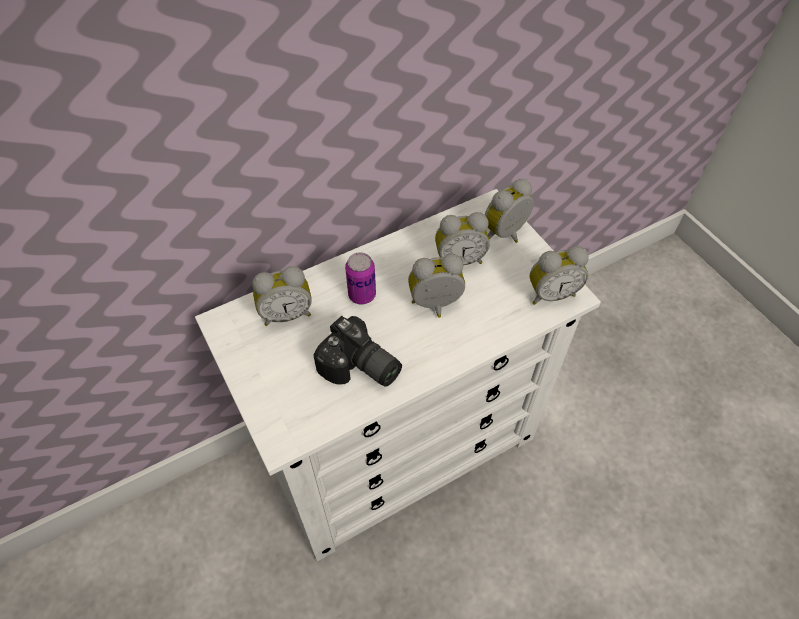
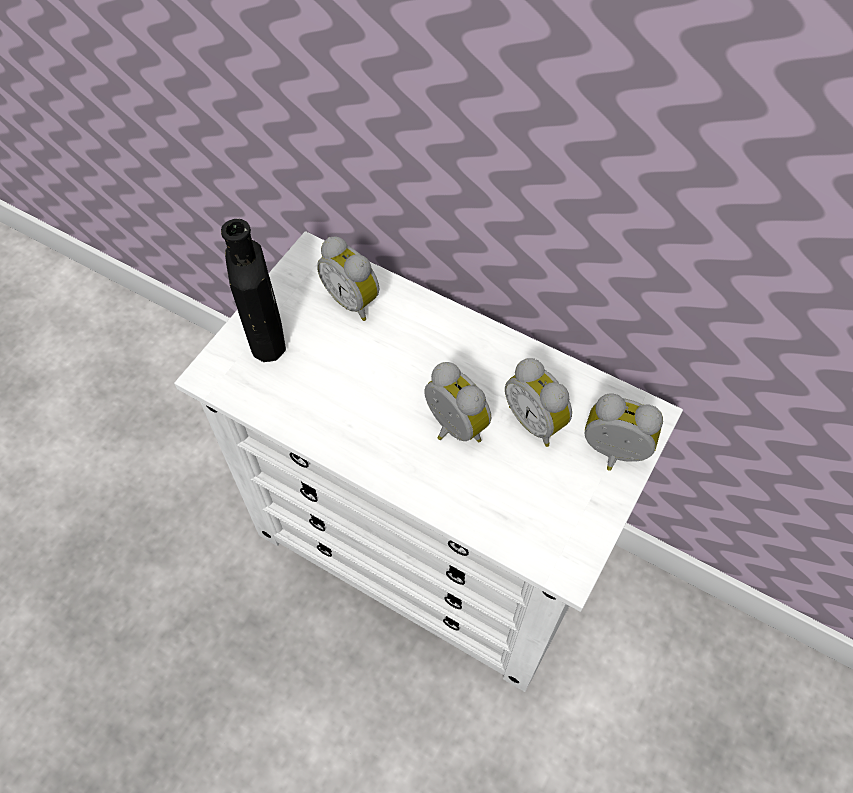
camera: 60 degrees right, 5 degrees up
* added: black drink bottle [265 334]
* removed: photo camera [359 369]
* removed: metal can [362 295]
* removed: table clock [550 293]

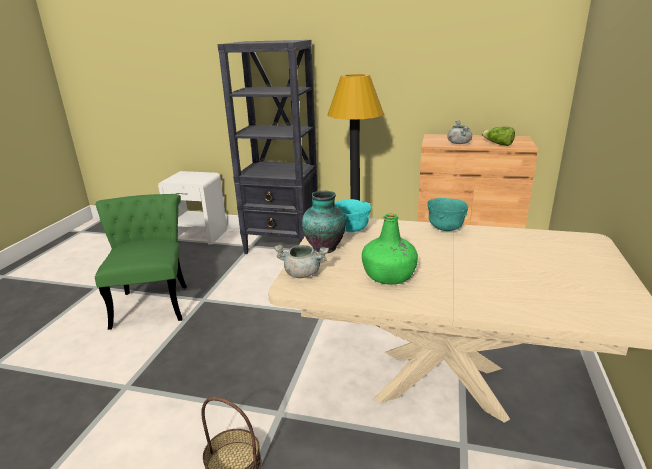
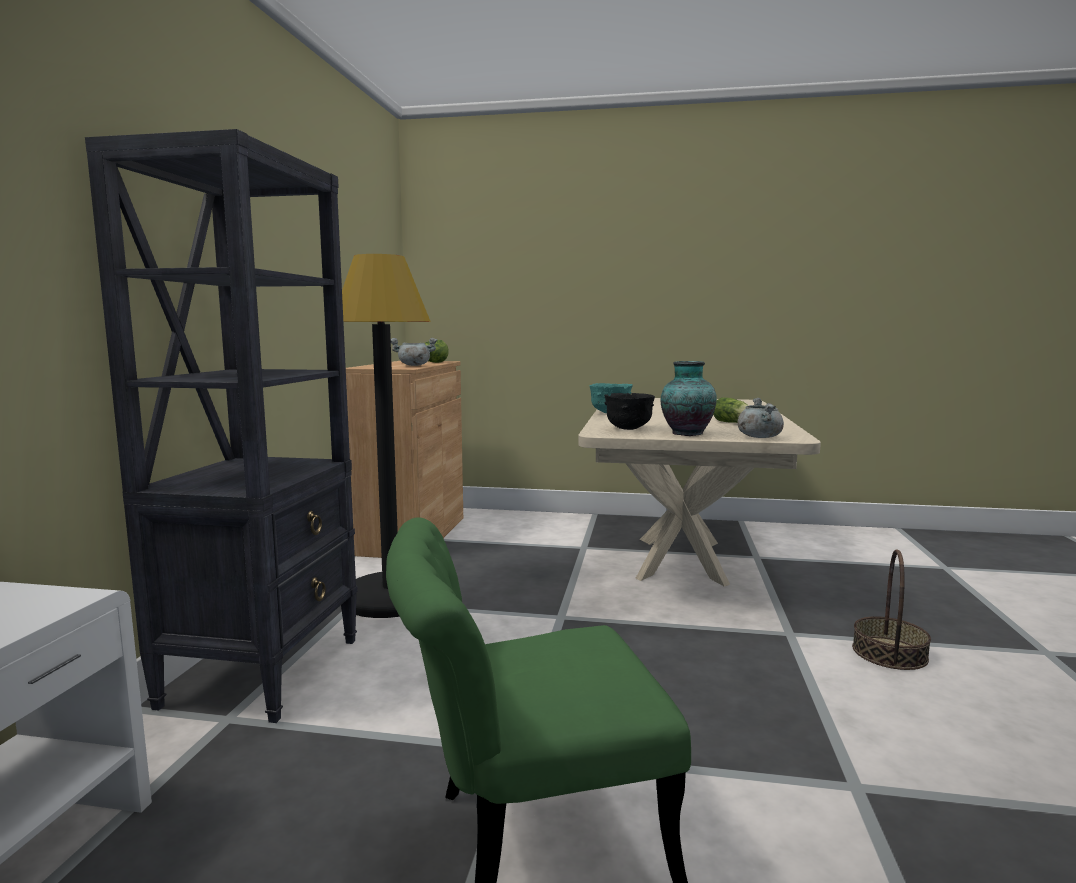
camera: 95 degrees left, 15 degrees down
* recoloured: blue-green bowl [351 230] to black bowl [628 429]
* replaced: green drink bottle [389 275] to lettuce [733 423]

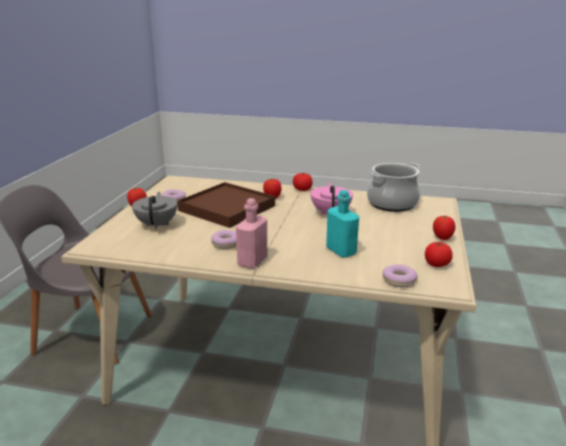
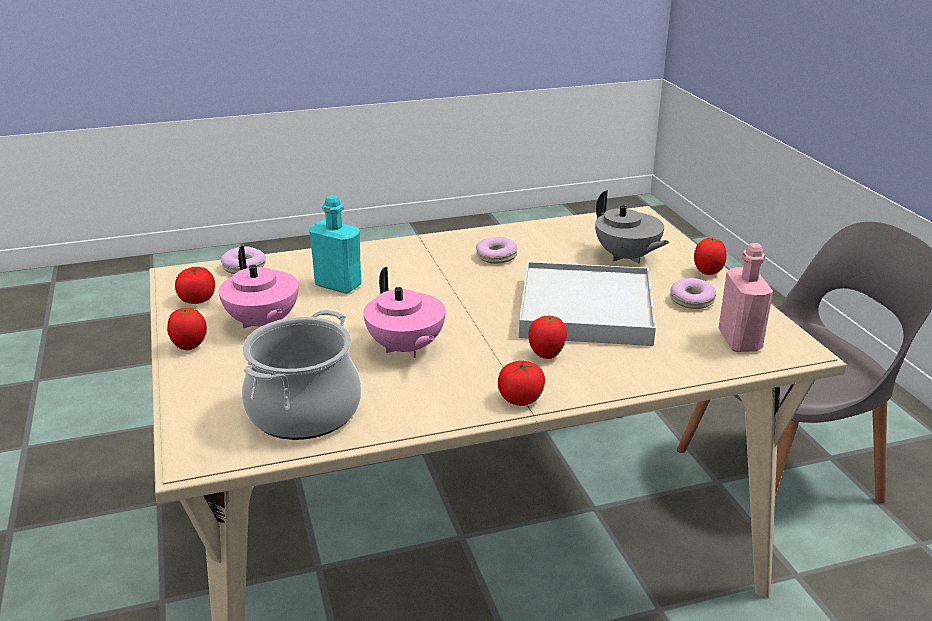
camera: 150 degrees right, 5 degrees up
* added: pinkish tea pot [262 323]
* recoloured: brownish serving tray [226 208] to whitish serving tray [586 310]
* moved: pinkish drink bottle [252 261] to [739 341]

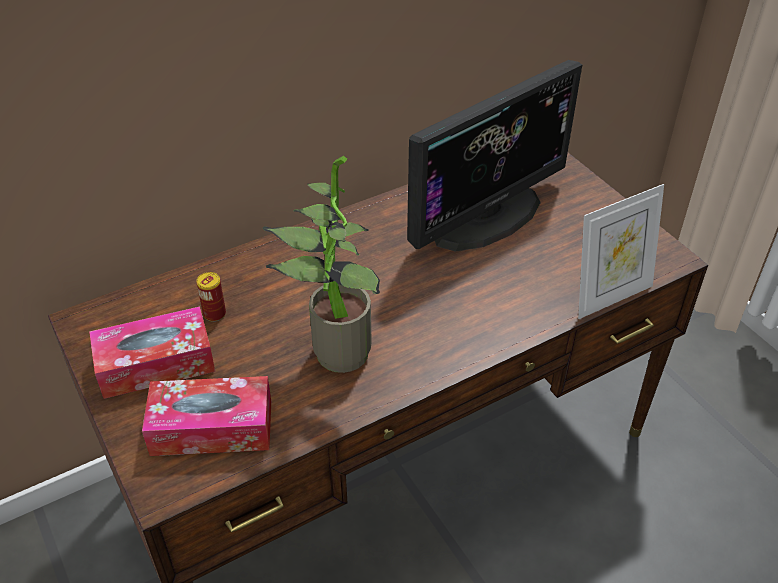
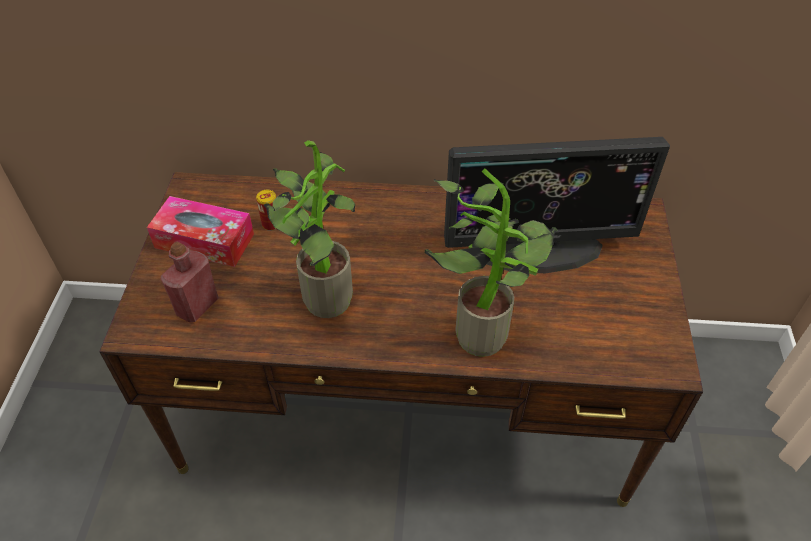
camera: 35 degrees right, 5 degrees up
* replaced: tissue holder [212 427] to red drink bottle [197 306]
* added: potted plant [484 331]
* removed: picture frame [609 296]

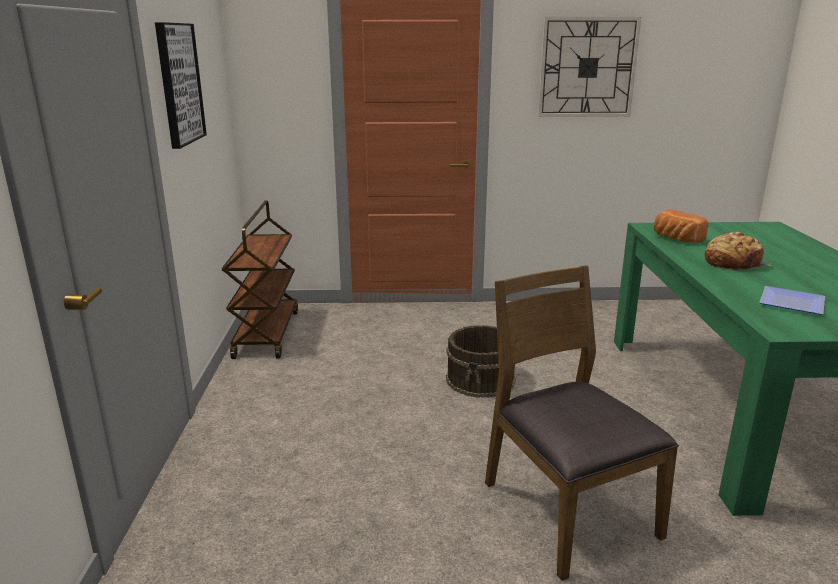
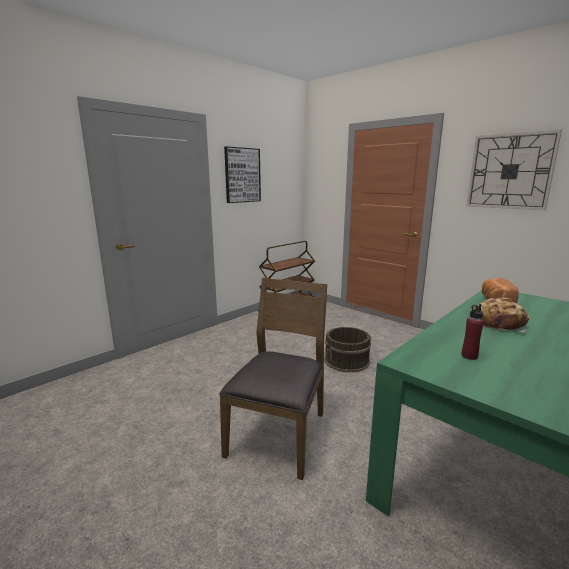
camera: 45 degrees right, 5 degrees down
* replaced: dinner plate [793 304] to red drink bottle [469 356]

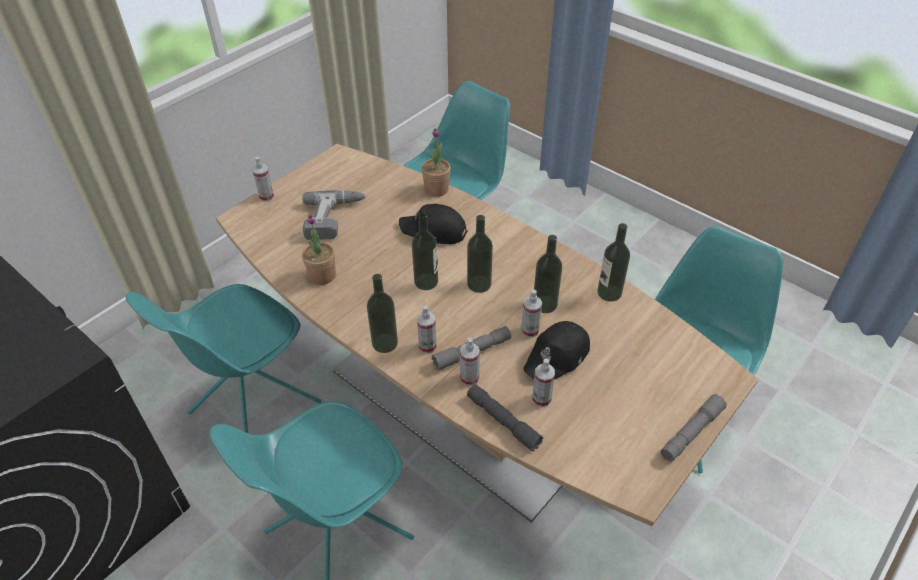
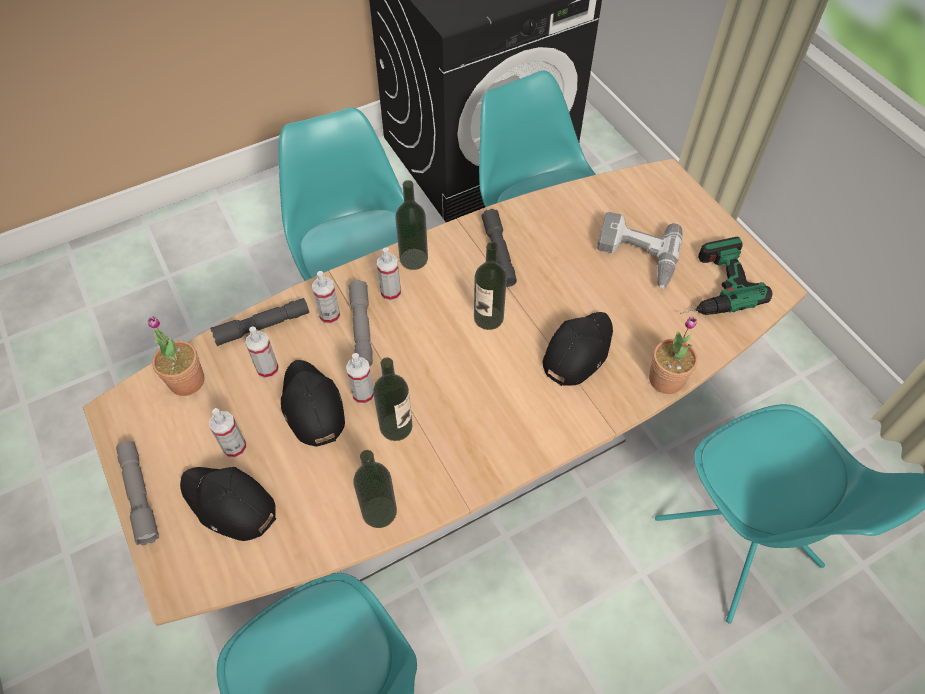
camera: 110 degrees right, 10 degrees up
* moved: potted plant [322 276] to [187 381]
* added: black peaked cap [229 504]
* moved: spray bottle [266 196] to [235 447]
* added: gray hand torch [499 253]
* added: electric drill [709 286]
* removed: drink bottle [479 284]

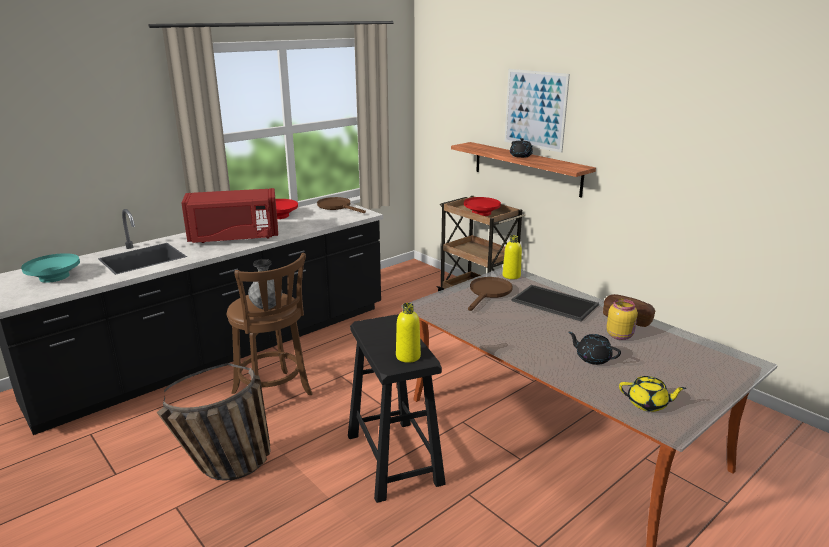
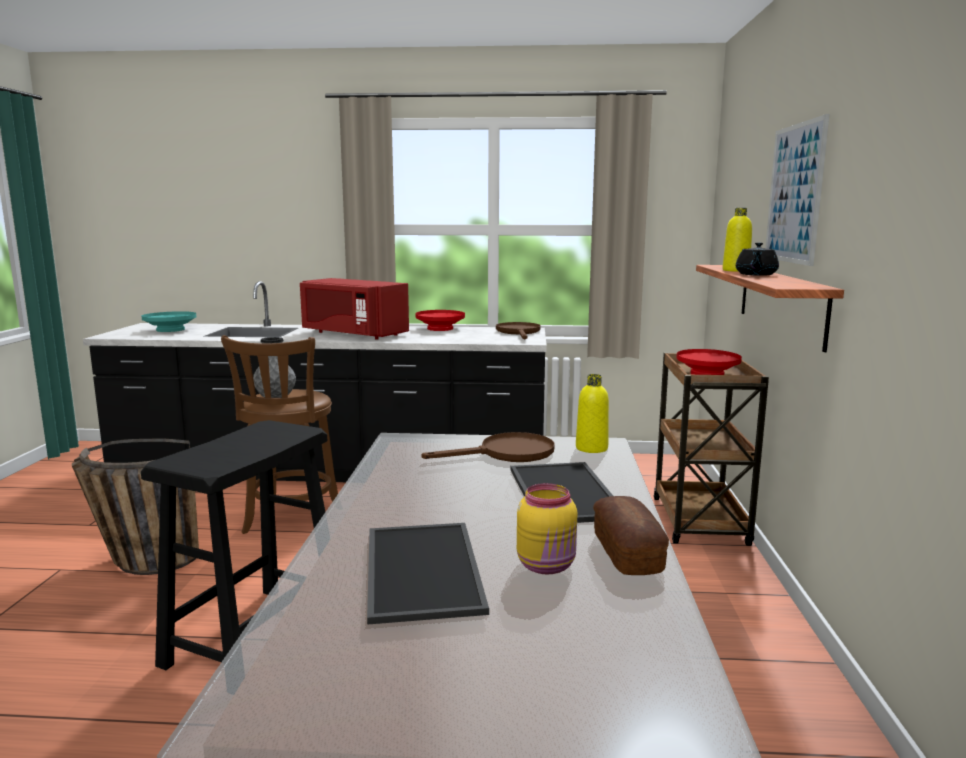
camera: 45 degrees right, 10 degrees down
* replaced: black tea pot [592 358] to serving tray [419 569]
* moved: yellow drink bottle [408 356] to [736 270]
* removed: yellow tea pot [648 404]

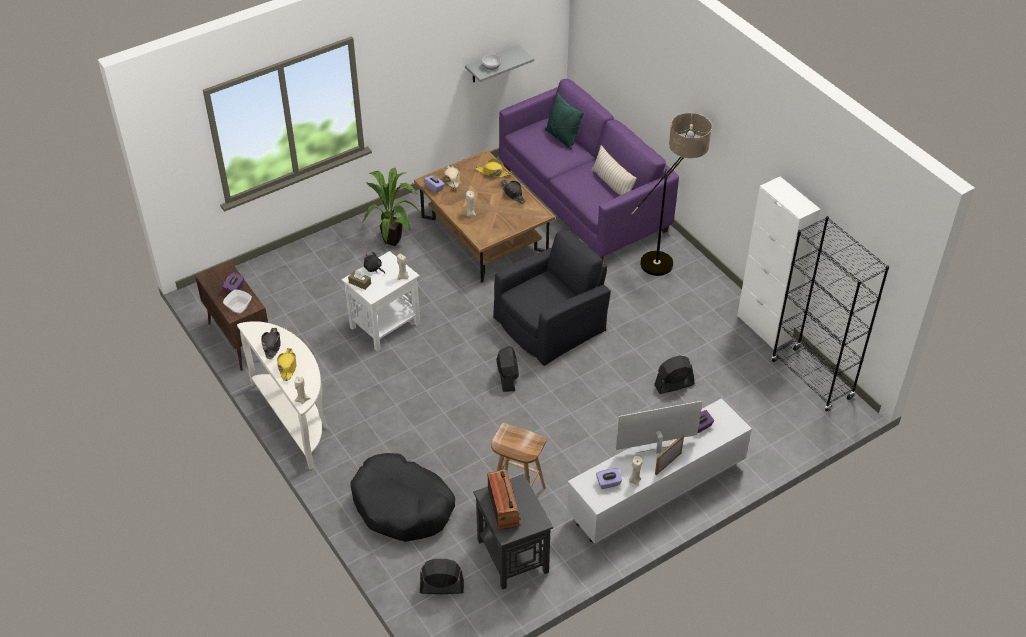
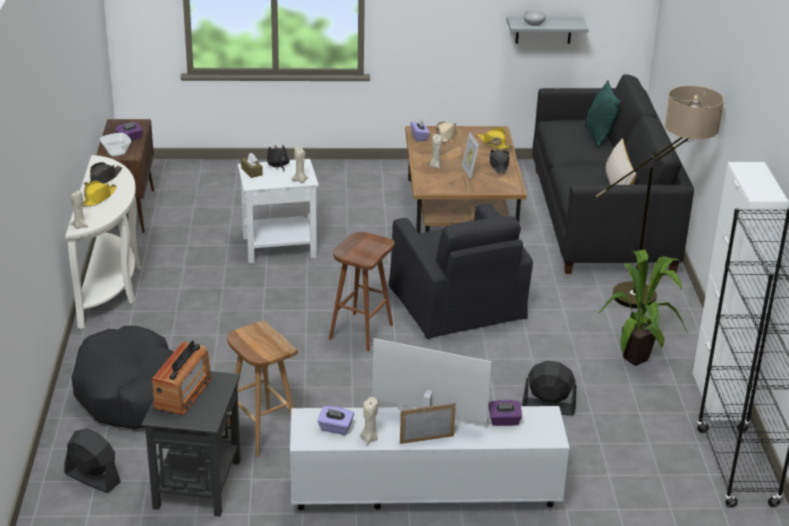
camera: 30 degrees right, 15 degrees down
* replaced: black fan [507 377] to brownish sitting stool [360 331]
* turned: black easy chair [551 323] = [457 304] 75 degrees clockwise
* added: picture frame [469 172]
* recoloured: purple couch [584 200] to black couch [601 219]
* moved: potted plant [394 239] to [639 358]

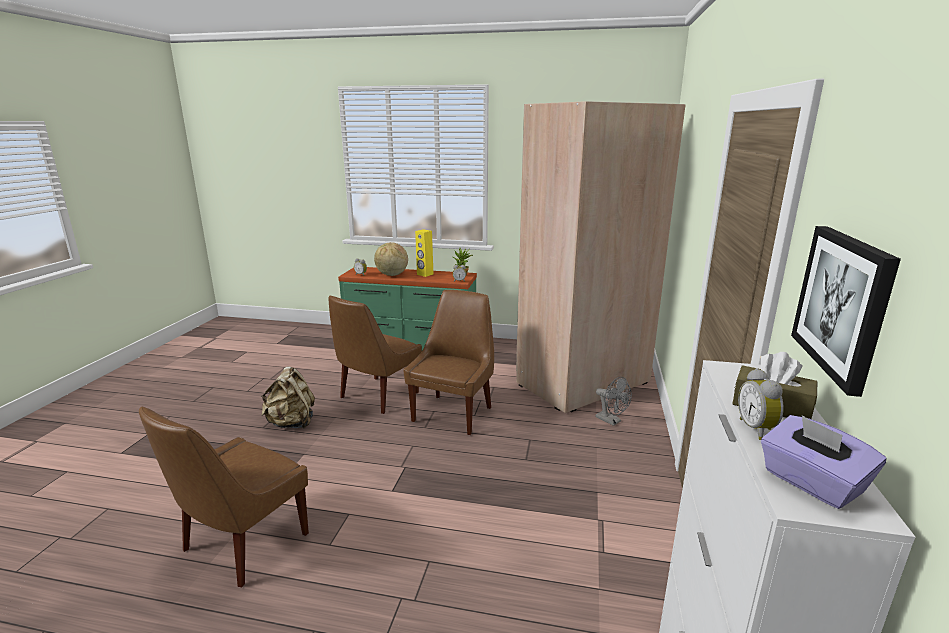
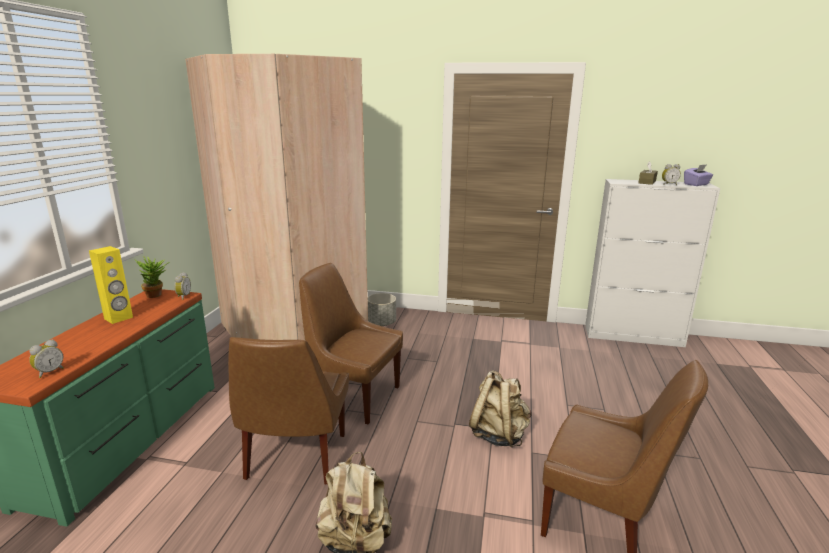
camera: 90 degrees left, 0 degrees up
* turned: brownish plain chair [377 396] = [295 459] 60 degrees clockwise
* replaced: gray fan [611 421] to gray flower pot [381 323]
* added: sand-coloured rucksack [498 434]
* removed: globe [391 275]
* removed: wall picture [843 304]

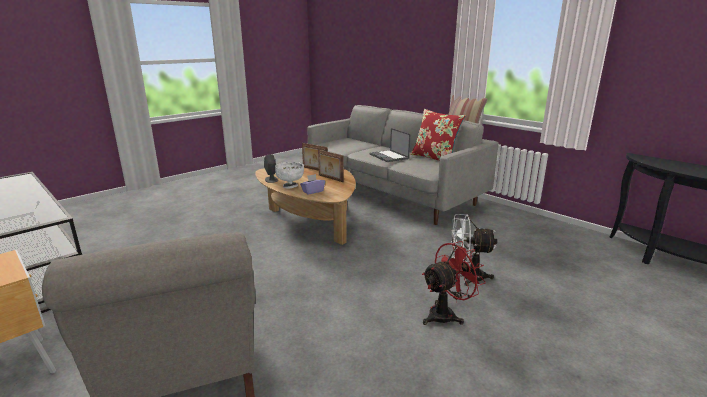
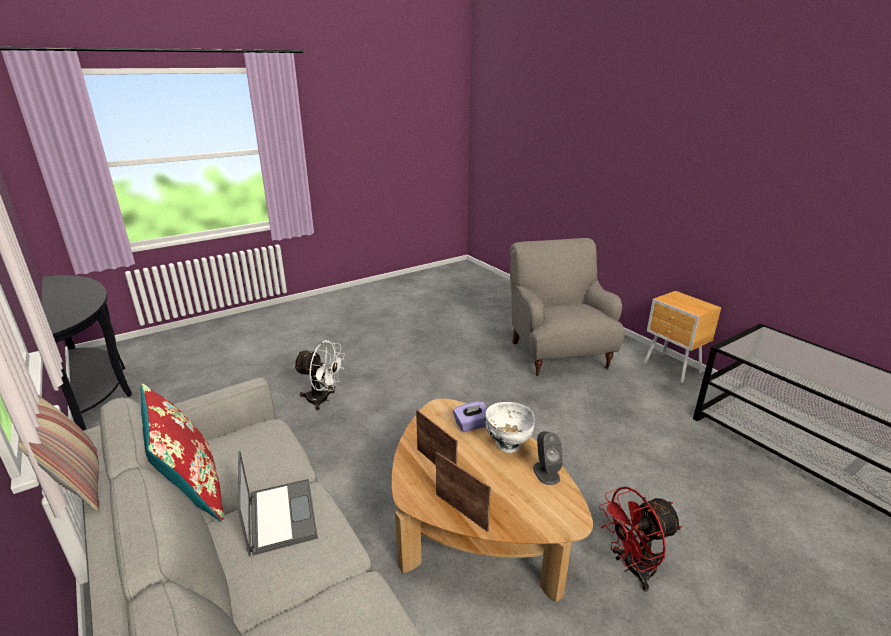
camera: 170 degrees left, 5 degrees up
* moved: red fan [446 314] to [632 568]

